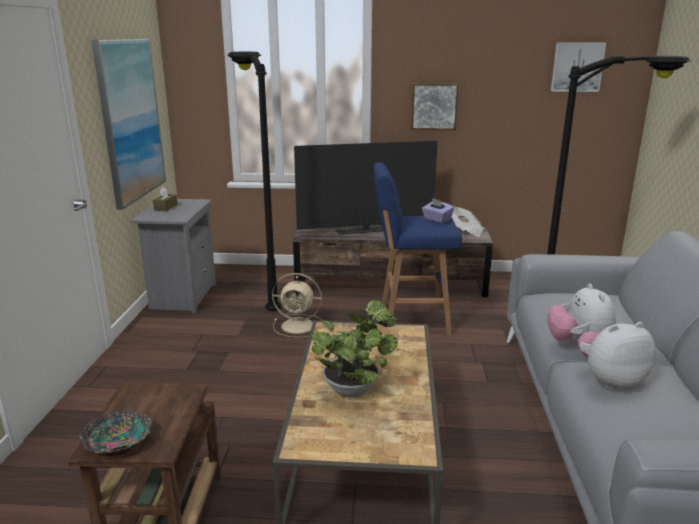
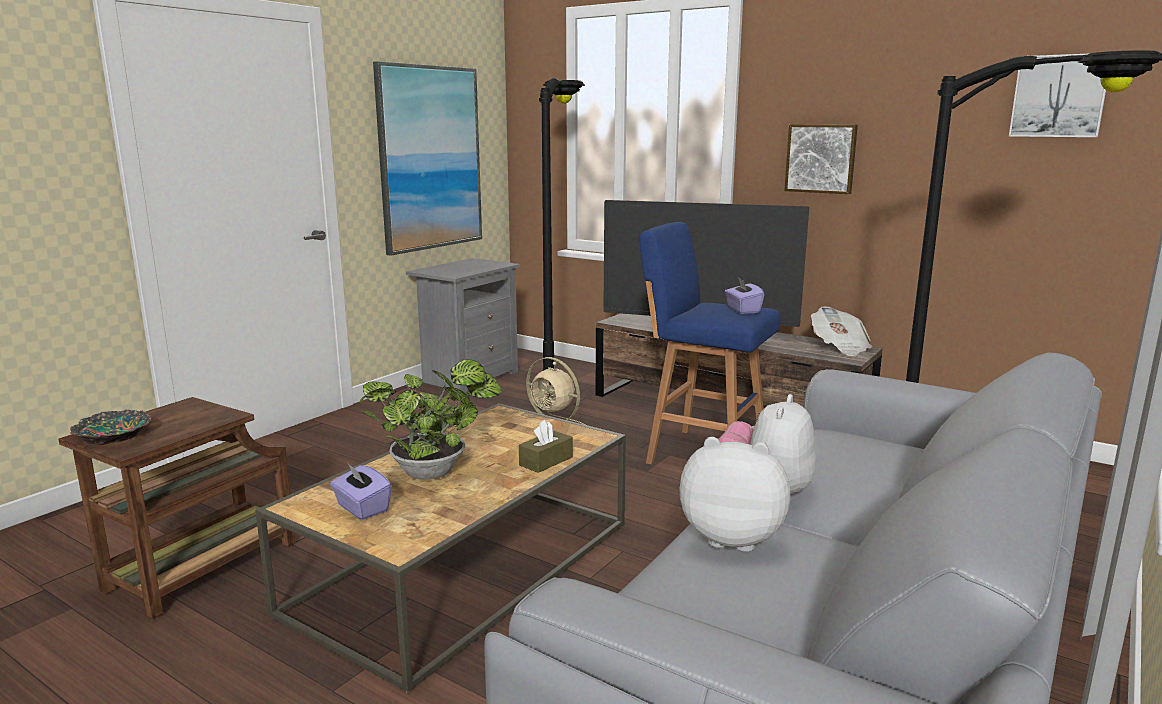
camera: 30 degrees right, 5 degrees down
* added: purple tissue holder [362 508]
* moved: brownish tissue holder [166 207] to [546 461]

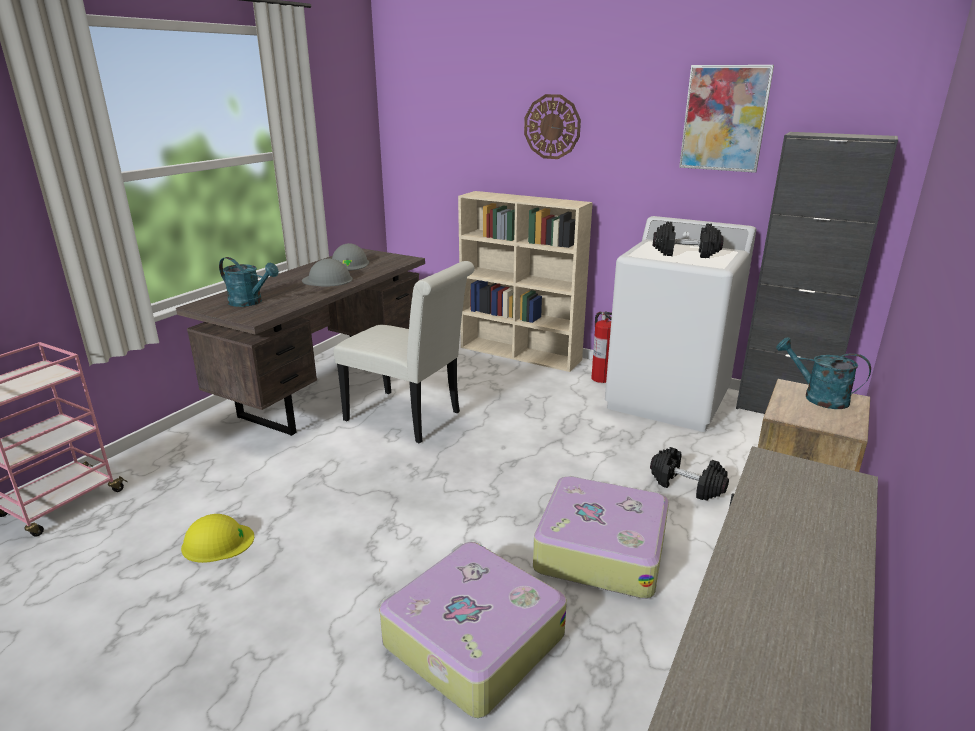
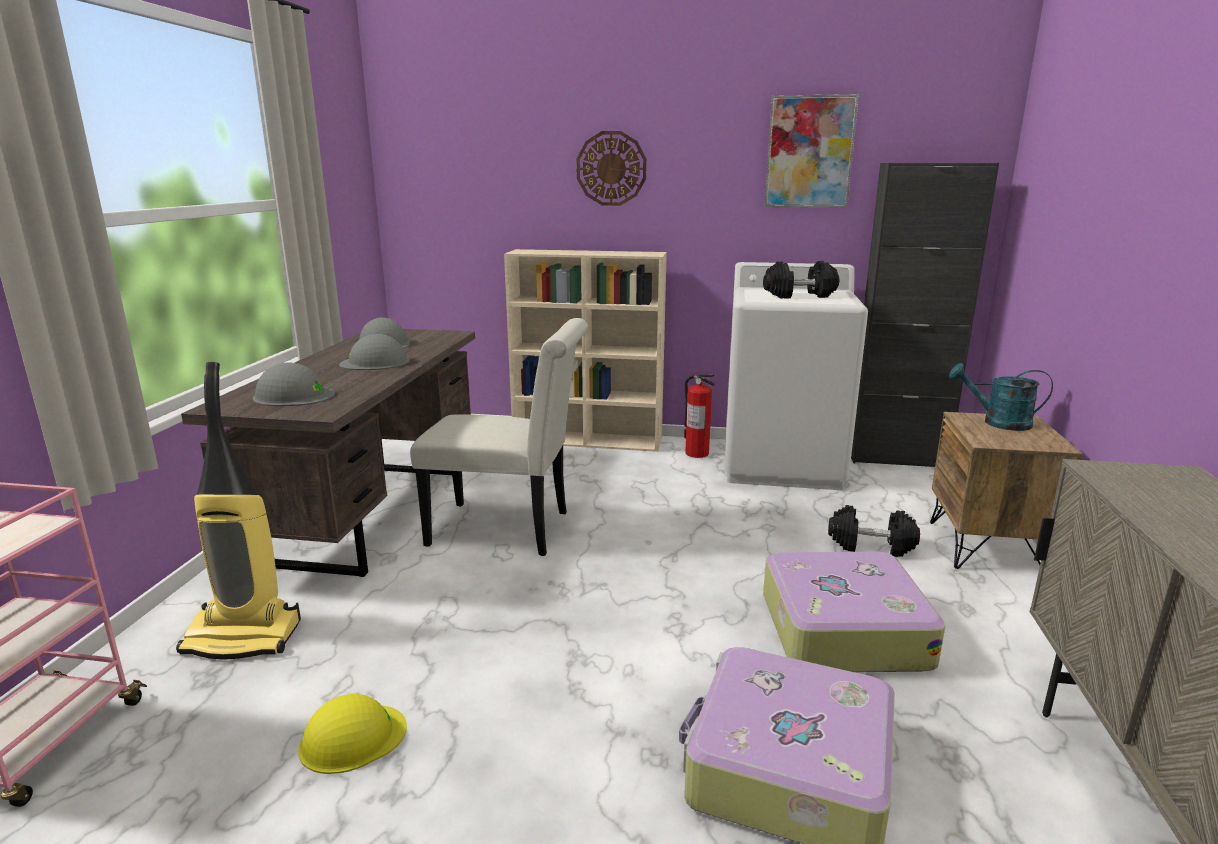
camera: 20 degrees left, 5 degrees down
* added: hoover [244 637]
* replaced: blue-green watering can [250 302] to gray safety helmet [293 396]

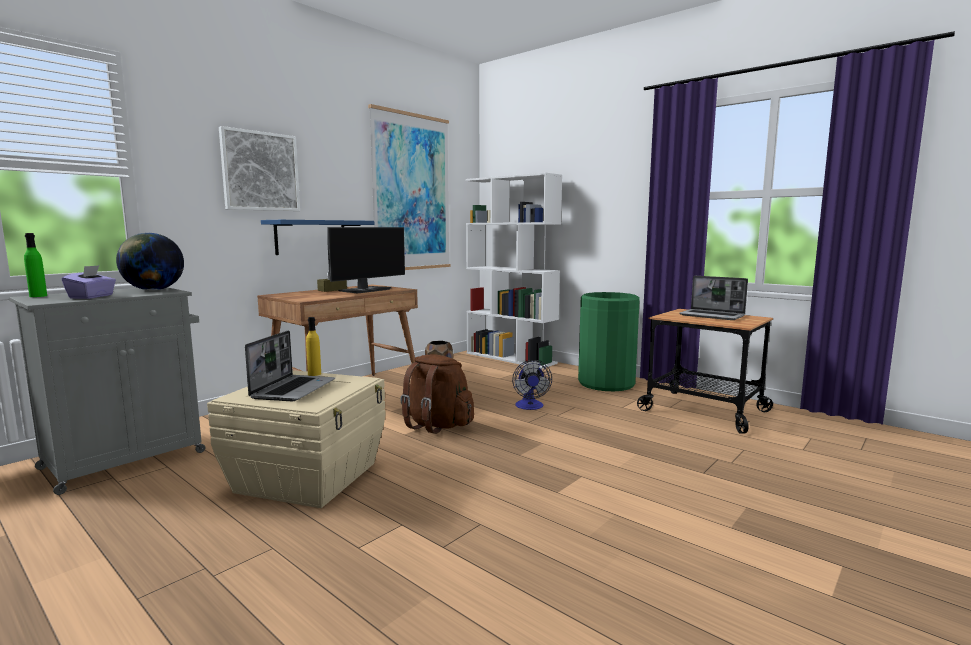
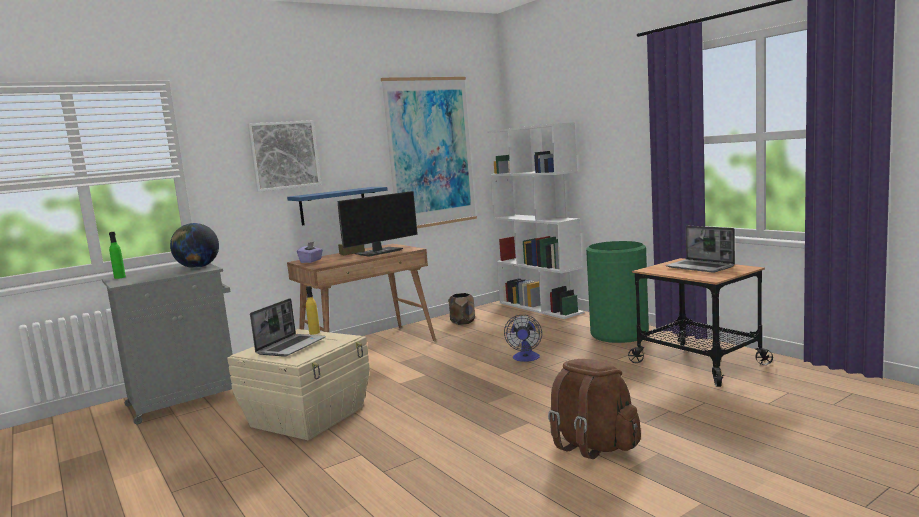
camera: 15 degrees right, 0 degrees up
* moved: purple tissue holder [92 297] to [311 261]
* moved: brownish rucksack [437 425] to [593 446]

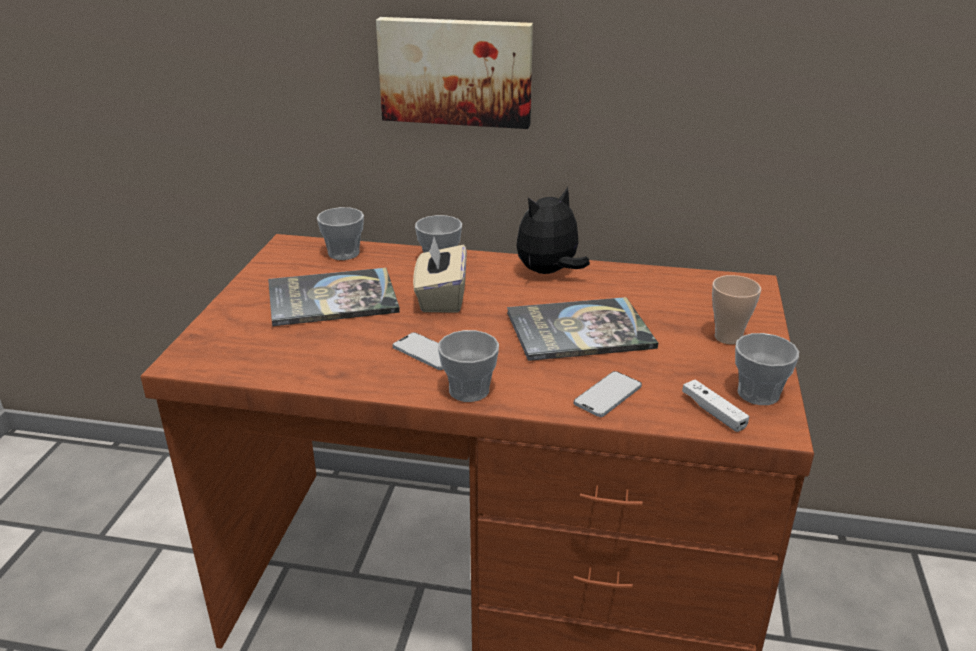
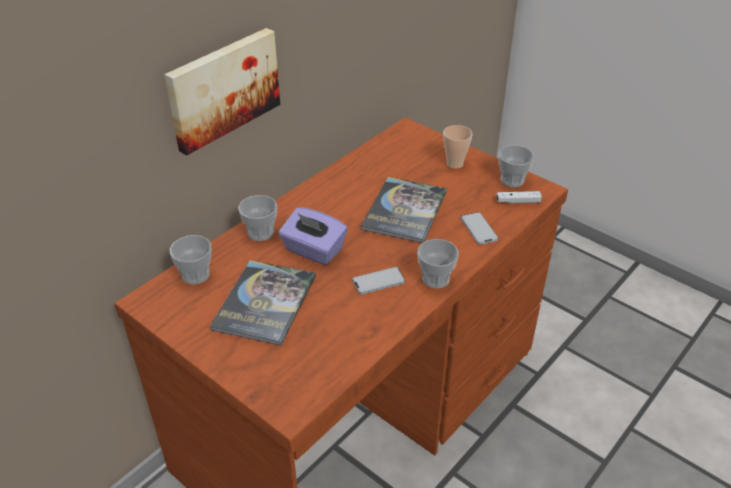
camera: 60 degrees left, 10 degrees up
* recoloured: sand-coloured tissue holder [441 298] to purple tissue holder [313 250]
* removed: plush toy [549 272]

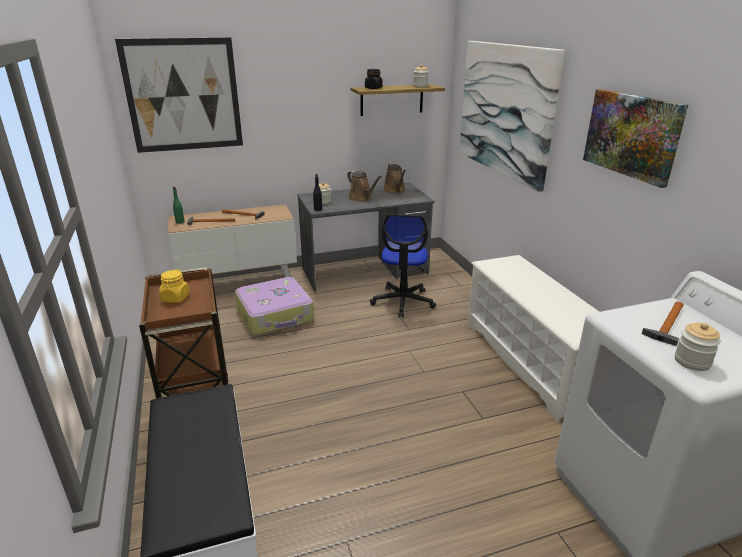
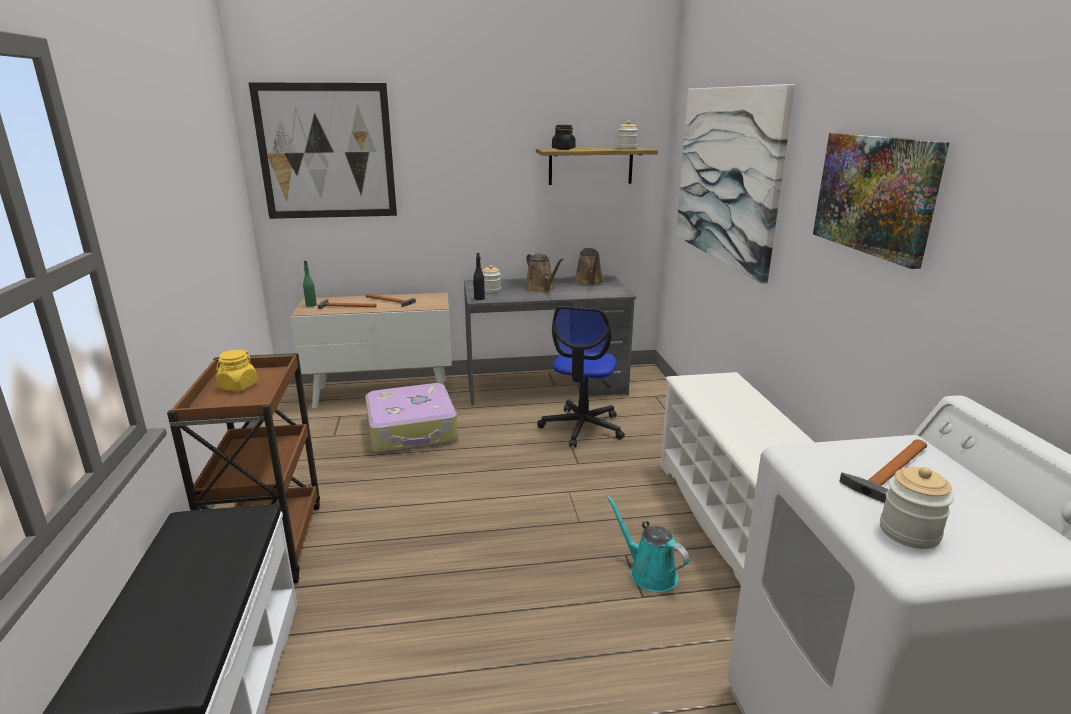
camera: 10 degrees right, 5 degrees down
* added: blue-green watering can [649 572]

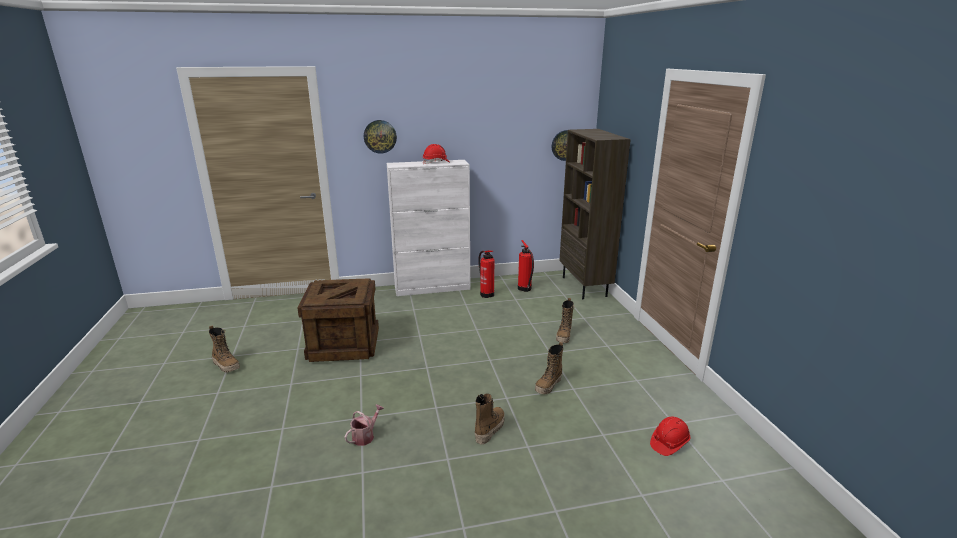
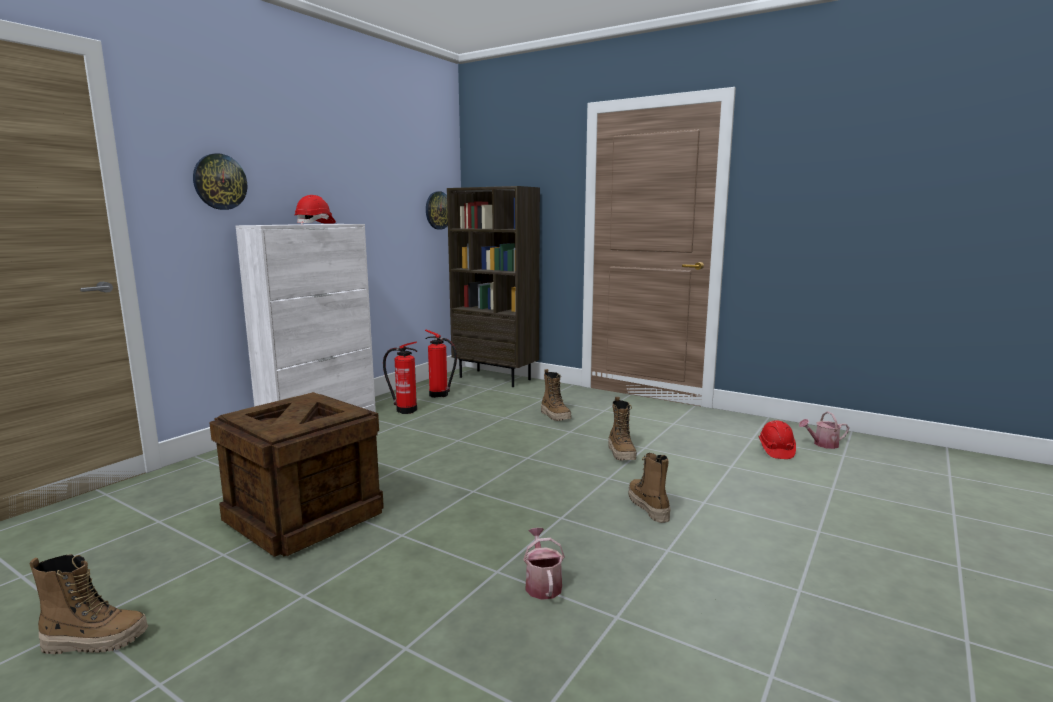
camera: 45 degrees left, 10 degrees down
* added: watering can [822 444]

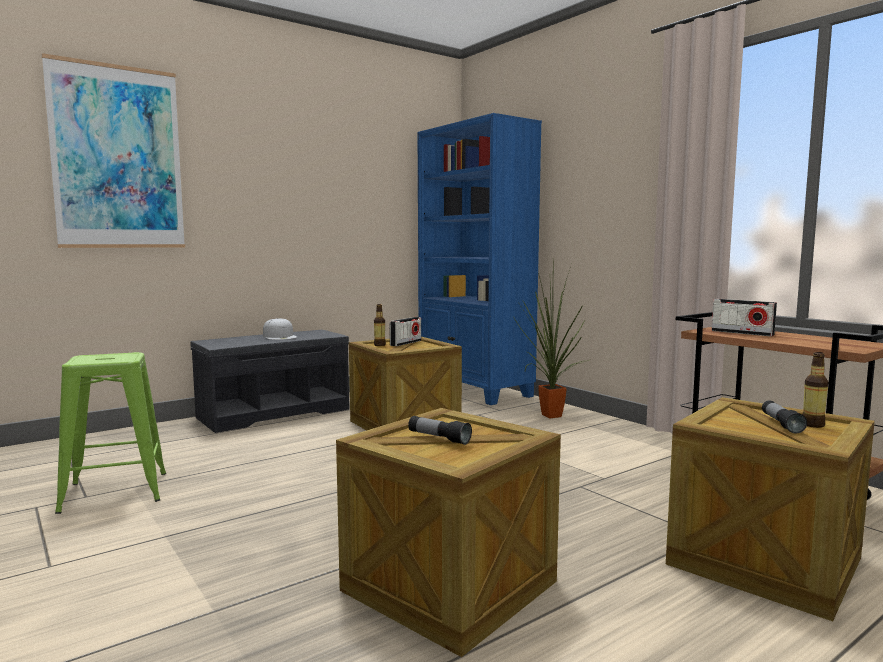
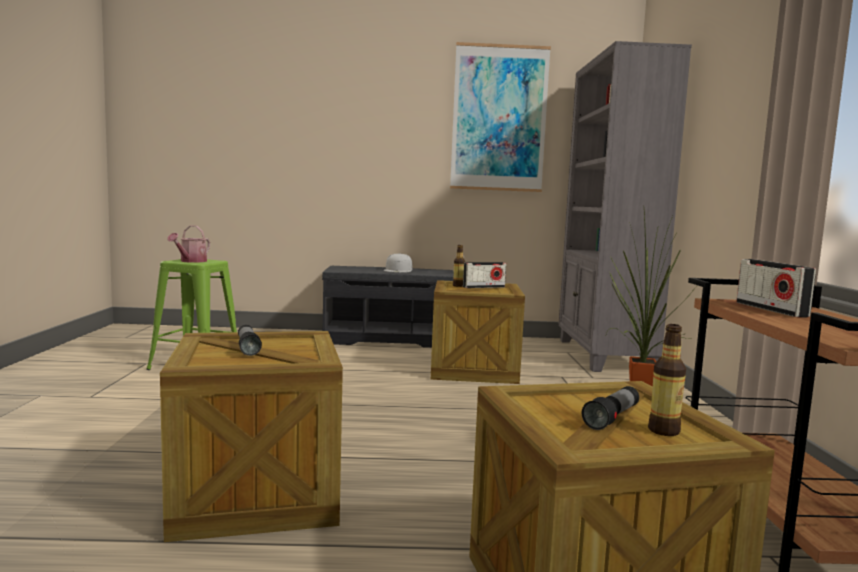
camera: 35 degrees right, 0 degrees up
* added: watering can [191 261]
* moved: wall picture [118 158] to [499 118]
* recoloured: blue-coloured bookshelf [474 390] to gray bookshelf [603 355]

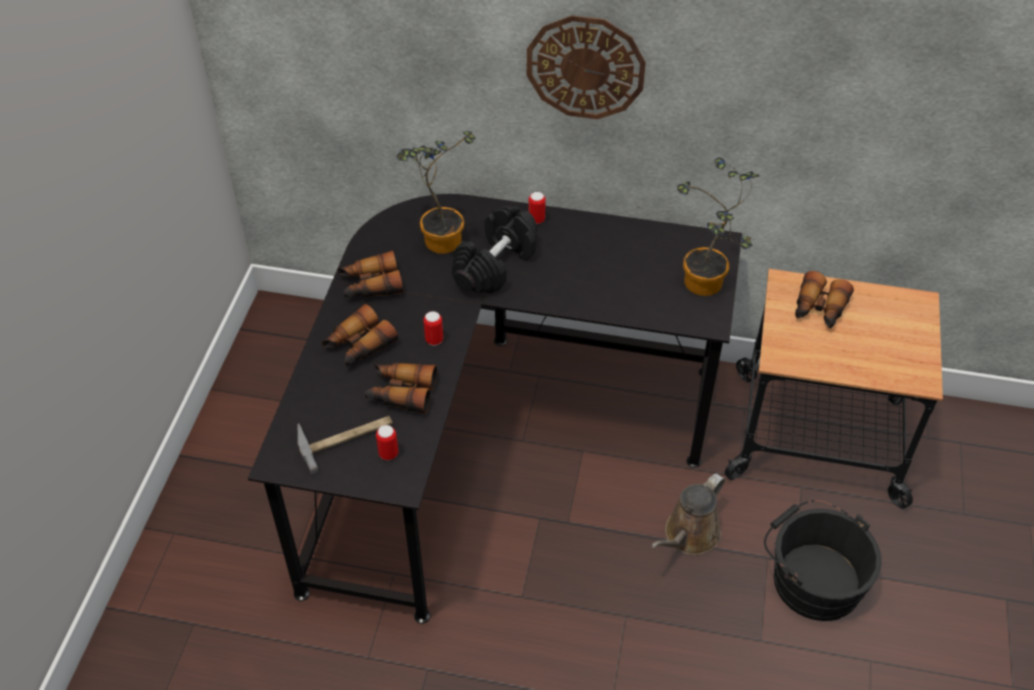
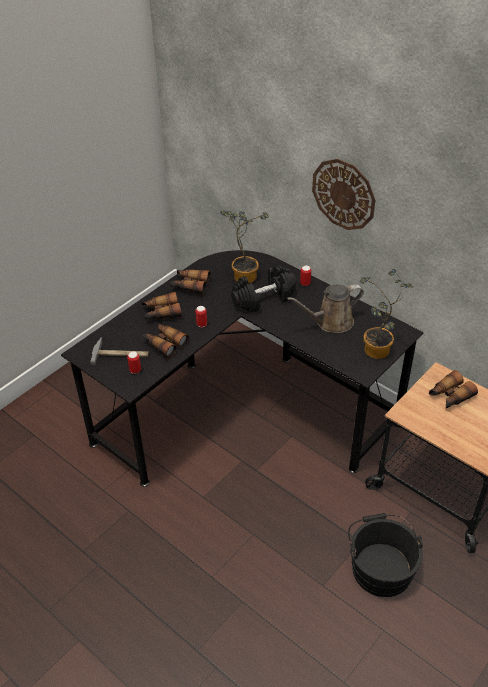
camera: 30 degrees right, 5 degrees down
* moved: brownish watering can [689 536] to [331 322]

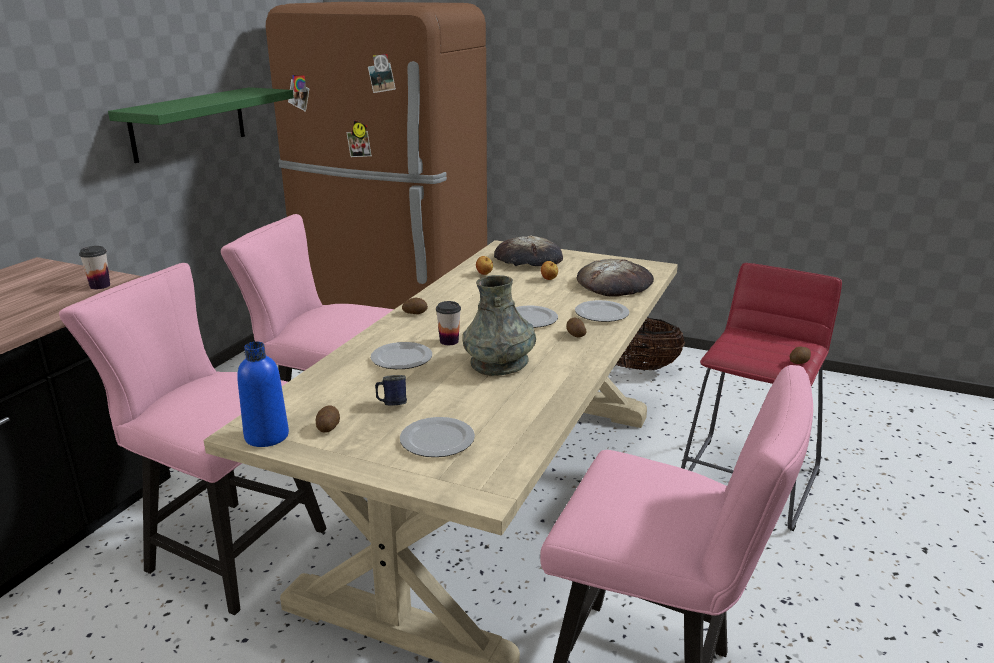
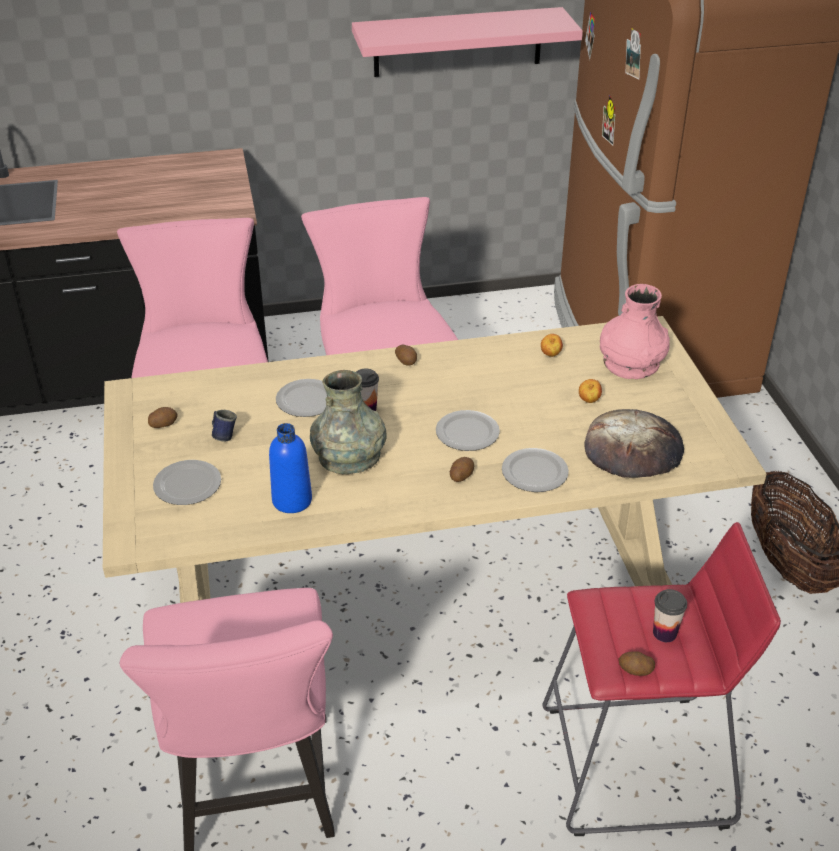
camera: 55 degrees right, 15 degrees up
* moved: blue-coloured drink bottle [266 436] to [292 500]
* recoloured: green wall shelf [189 123] to pinkish wall shelf [458 42]
* replaced: bakery bread [528 259] to pinkish flower vase [631 363]
* moved: small cup [100 286] to [664 633]

